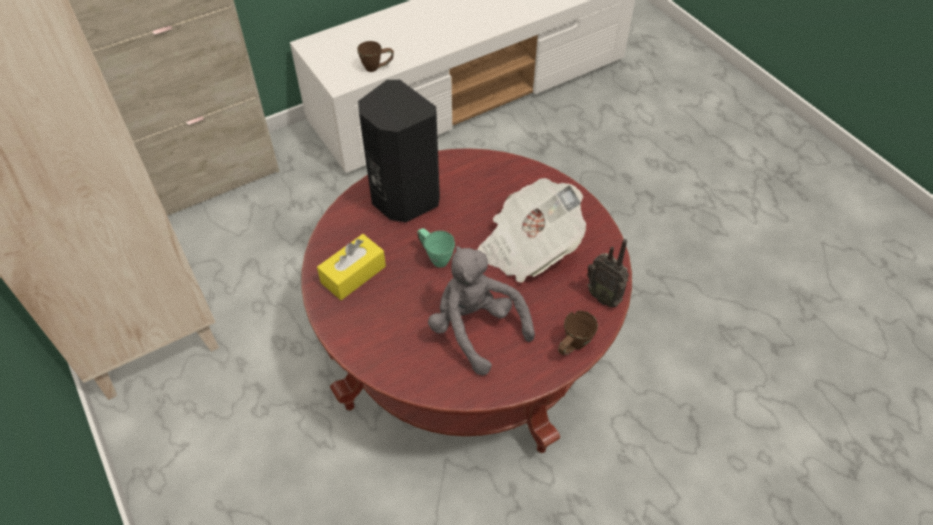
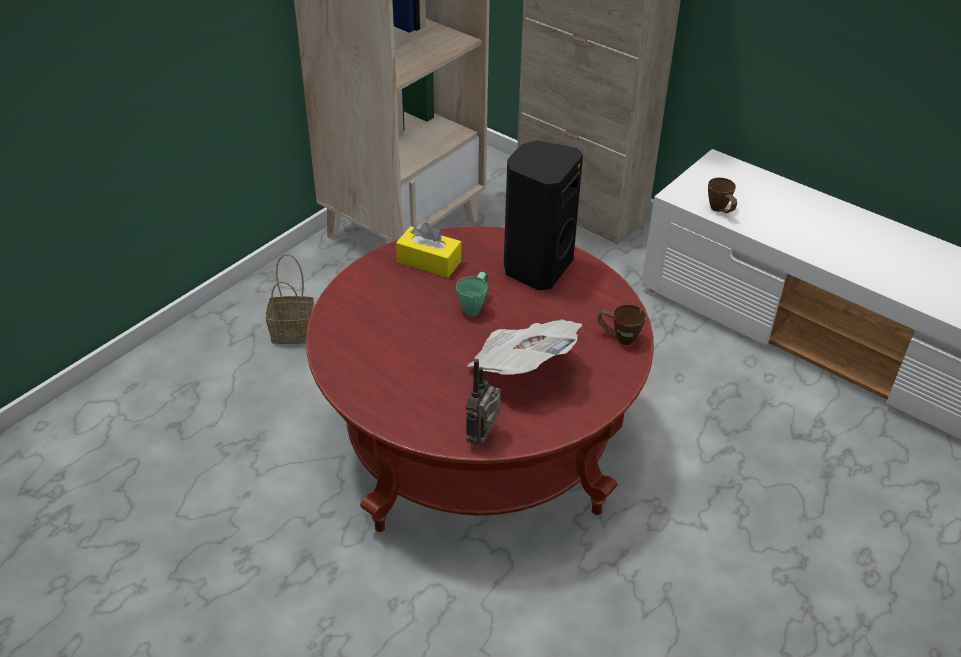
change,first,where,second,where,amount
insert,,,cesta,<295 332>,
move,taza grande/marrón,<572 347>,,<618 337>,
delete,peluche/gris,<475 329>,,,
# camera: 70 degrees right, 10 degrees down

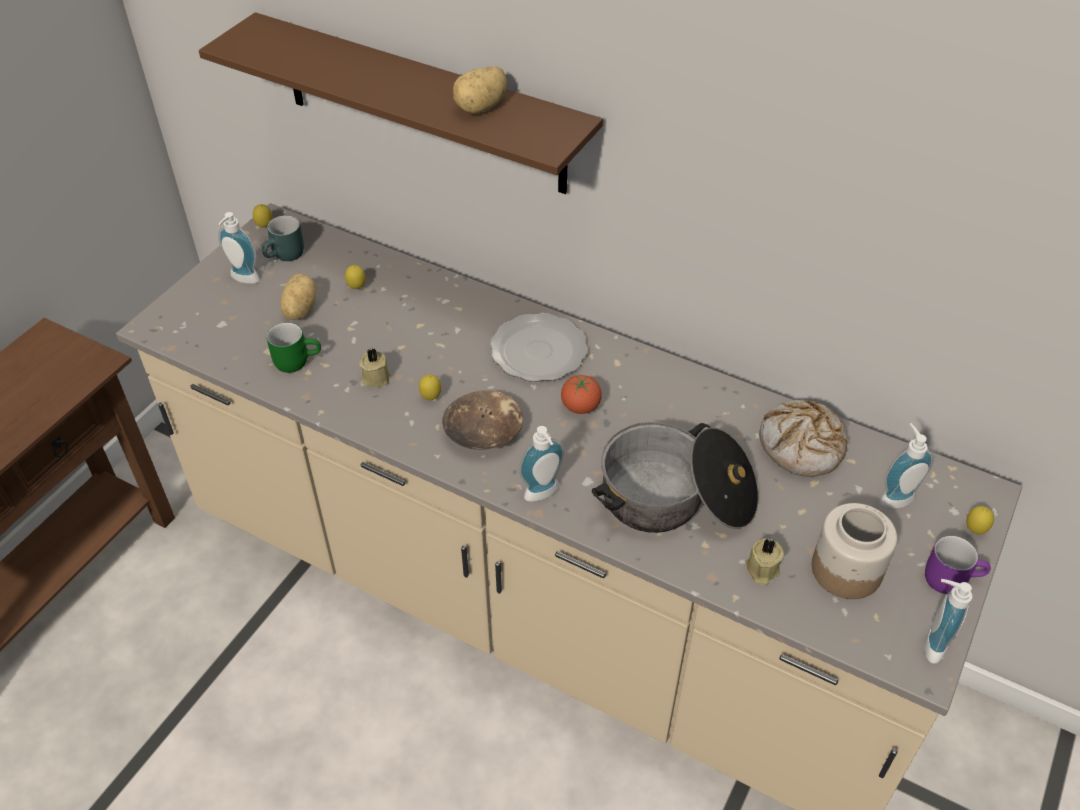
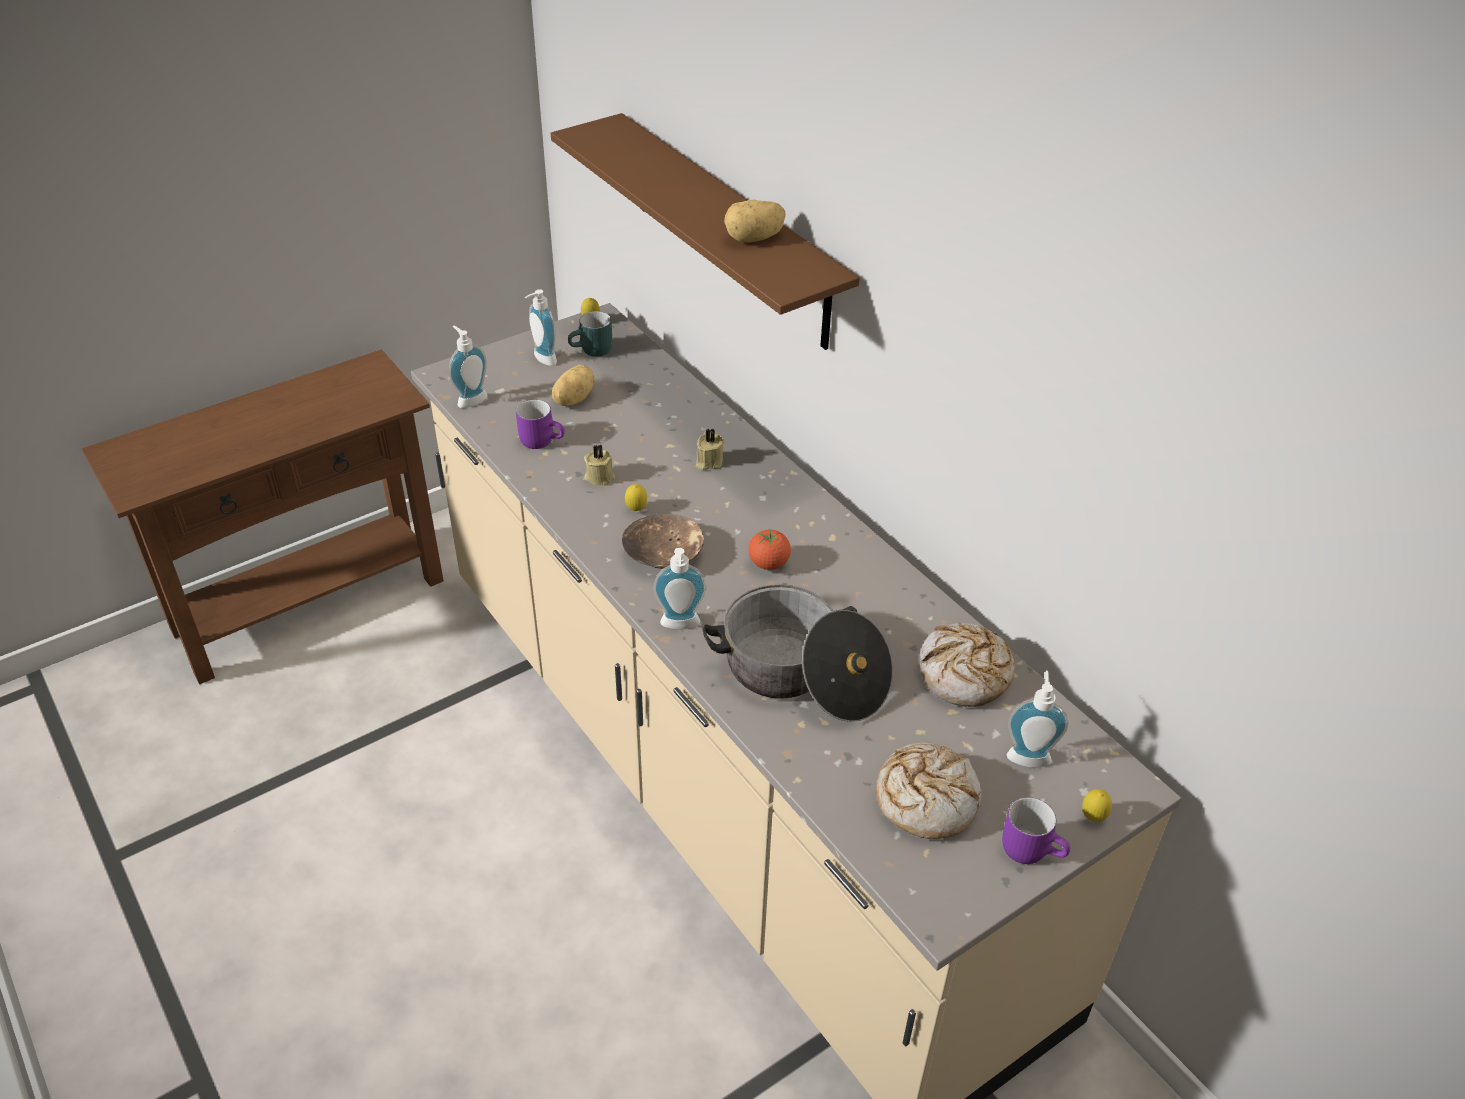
change,first,where,second,where,amount
move,dispensador de jabón,<930 643>,,<470 399>,
recolor,taza grande/verde,<297 360>,taza grande/morado,<542 440>,
move,vela/beis,<761 570>,,<708 461>,
replace,tarro,<845 569>,pan,<925 799>,
delete,limón,<357 288>,,,
delete,plato,<539 352>,,,
# camera: 25 degrees right, 5 degrees down

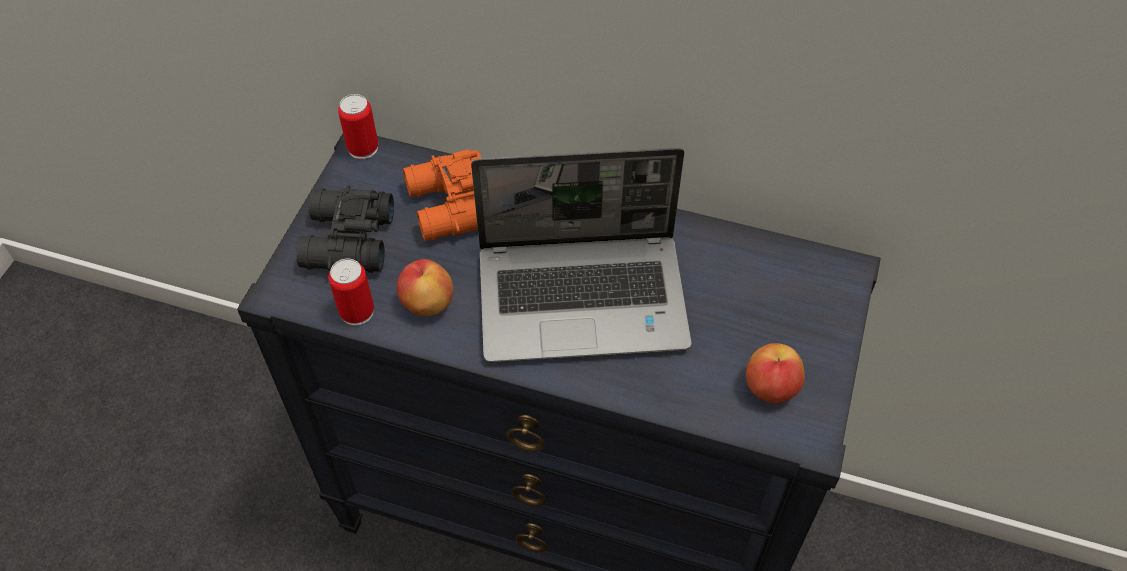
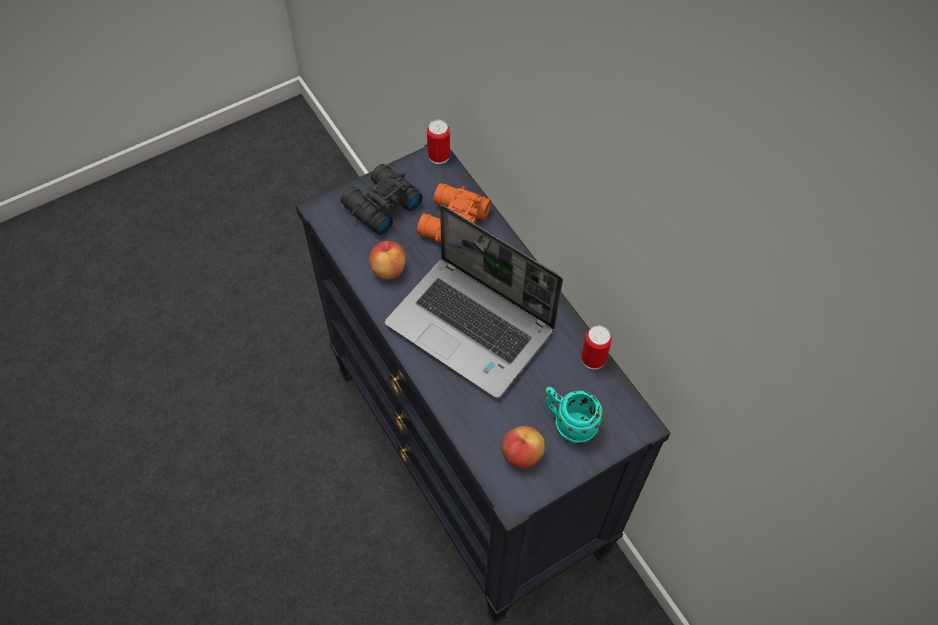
change,first,where,second,where,amount
insert,,,taza grande/turquesa,<568 424>,
move,lata,<357 311>,,<593 359>,
# camera: 40 degrees right, 5 degrees up

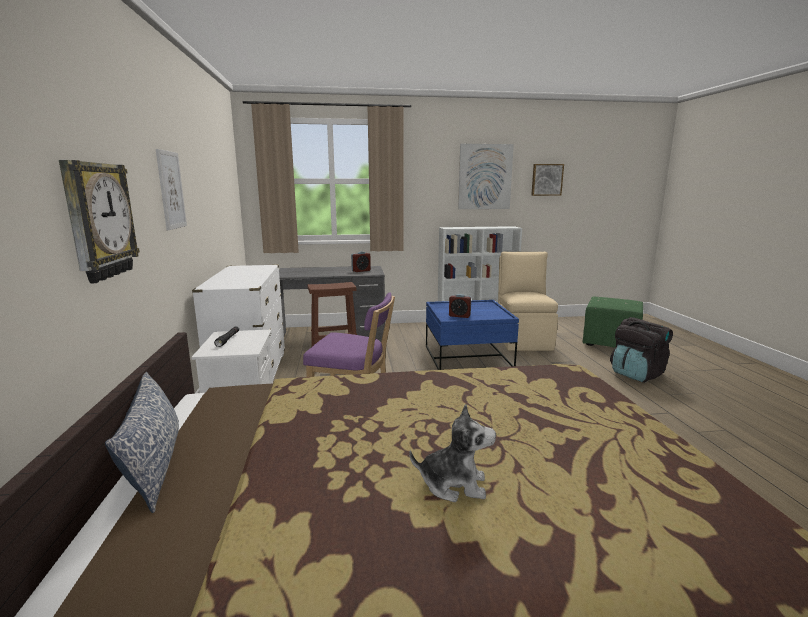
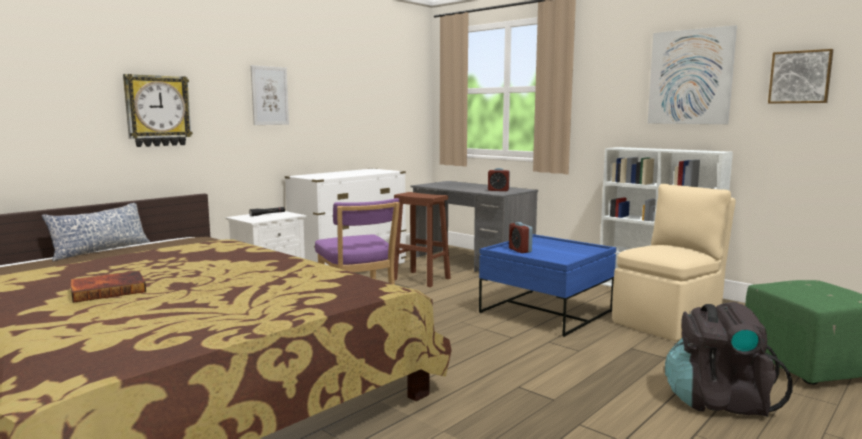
change,first,where,second,where,amount
replace,peluche,<454 484>,libro,<108 290>,
# camera: 50 degrees right, 5 degrees down

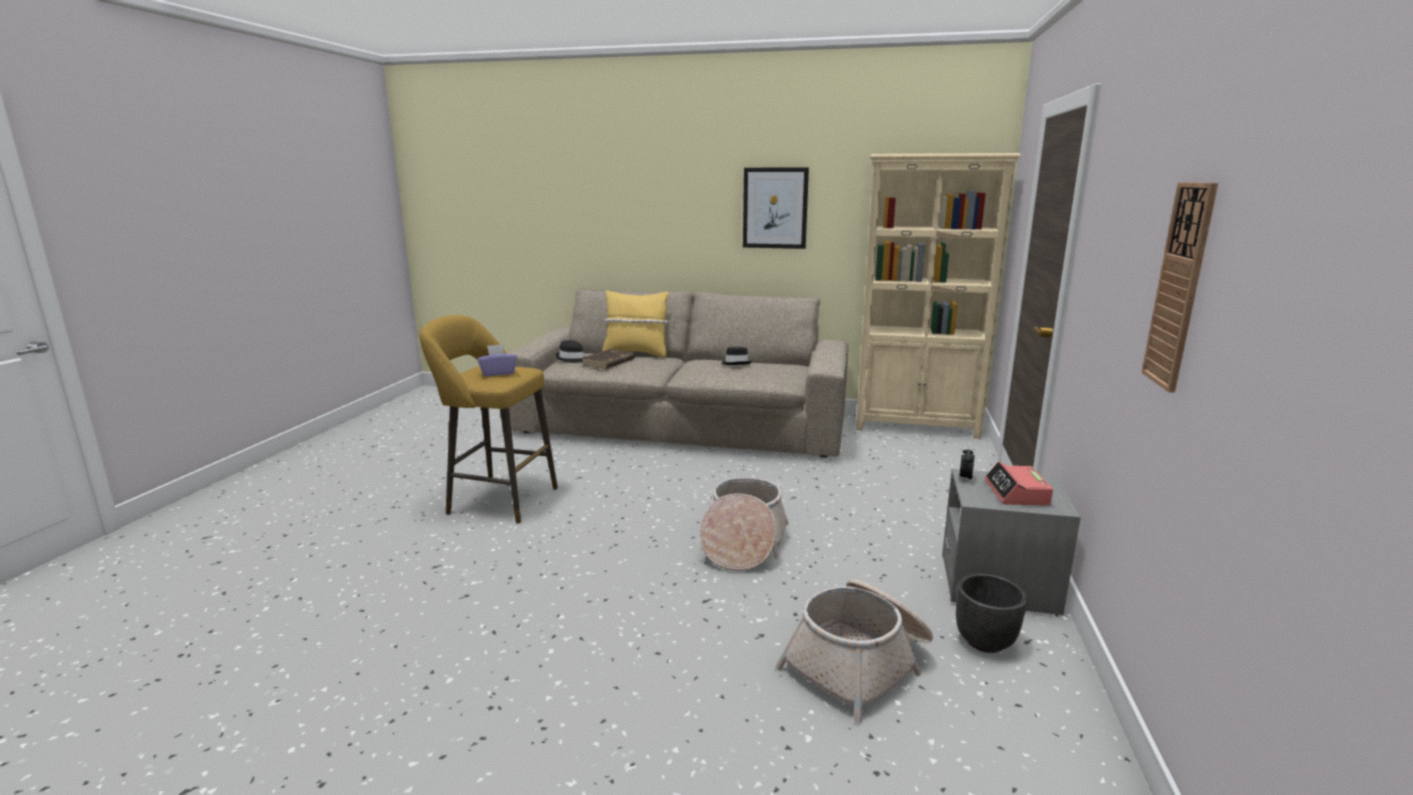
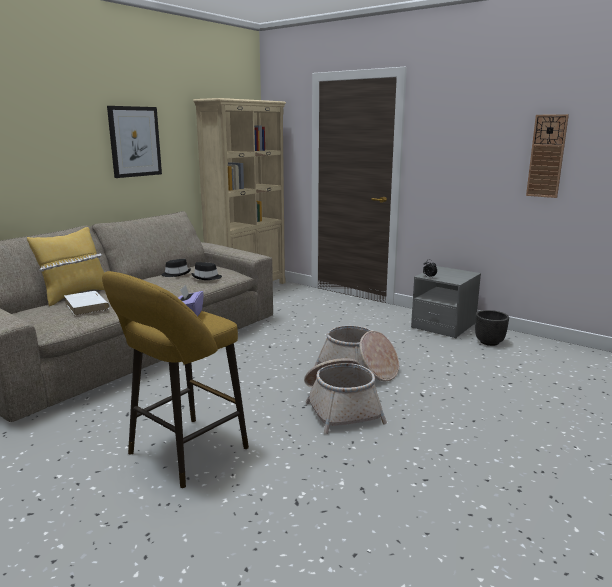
change,first,where,second,where,amount
recolor,libro/marrón,<608 362>,libro/blanco,<87 306>,
move,sombrero/negro,<572 359>,,<206 277>,
move,cesta,<860 663>,,<341 407>,
delete,despertador,<1016 493>,,,
# camera: 65 degrees left, 0 degrees up

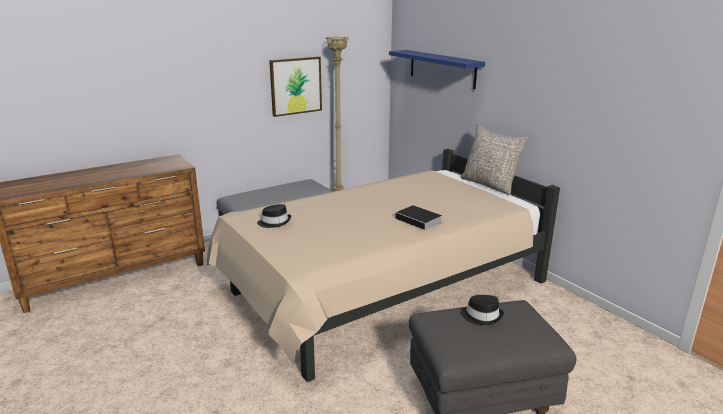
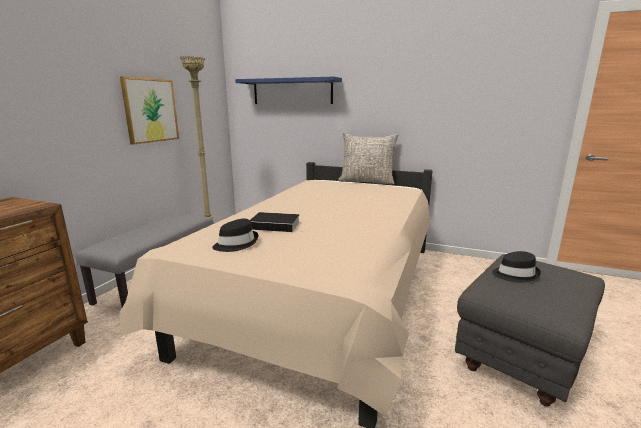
change,first,where,second,where,amount
move,libro,<419 220>,,<276 225>,
# camera: 35 degrees left, 5 degrees down

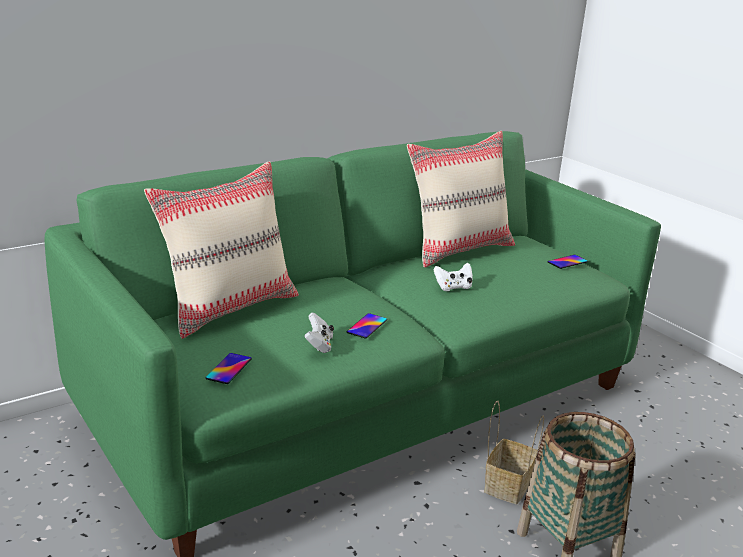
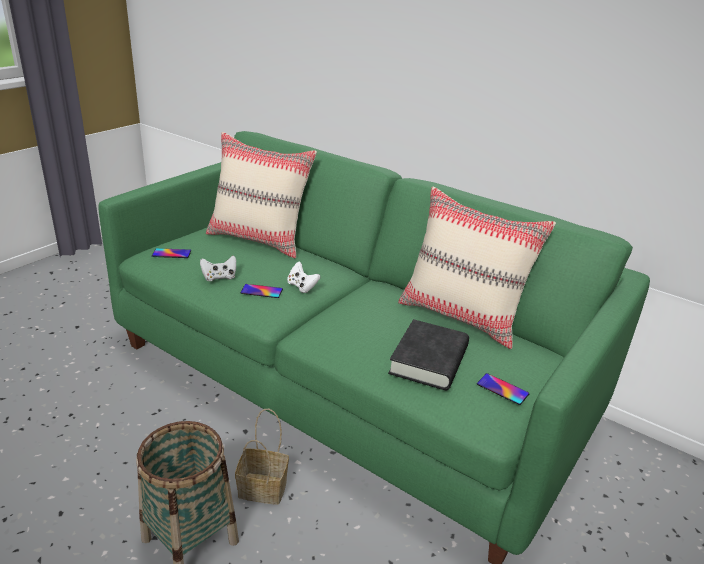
change,first,where,second,where,amount
move,mando de consola/blanco,<453 287>,,<302 287>,
insert,,,libro/negro,<429 360>,
# camera: 70 degrees right, 5 degrees up

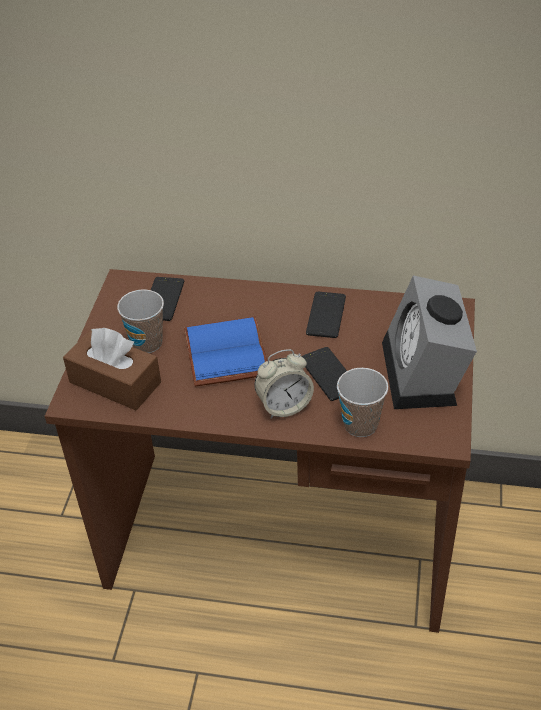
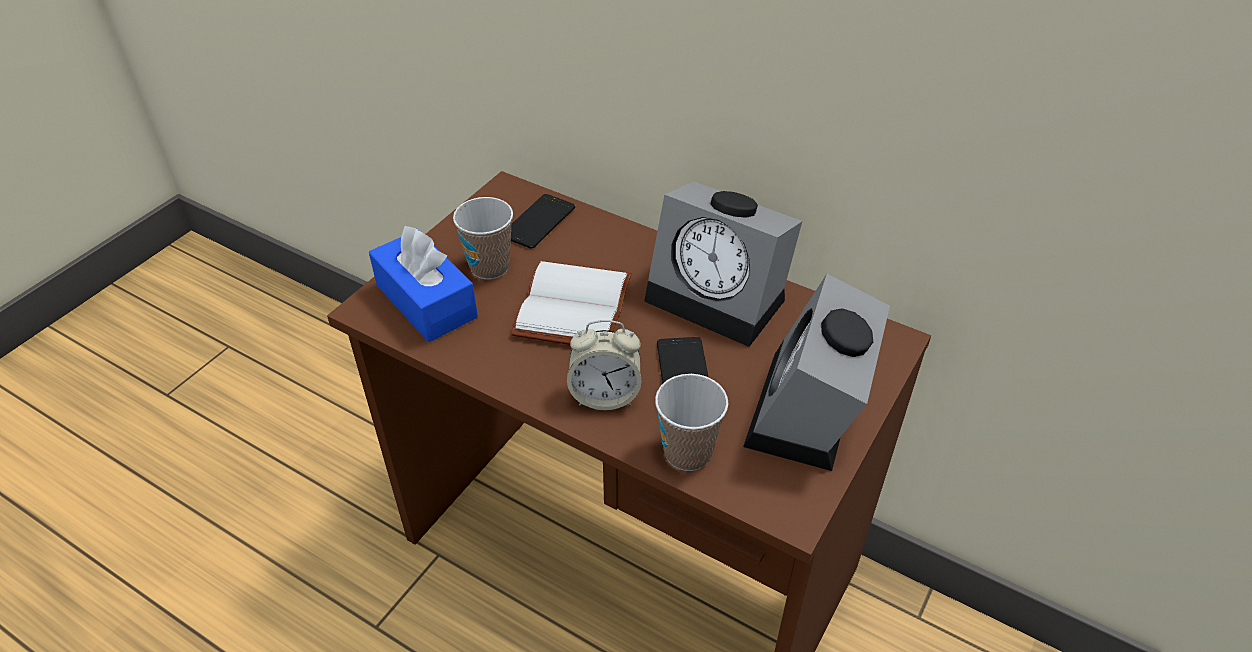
change,first,where,second,where,amount
recolor,caja de pañuelos/marrón,<115 382>,caja de pañuelos/azul,<426 301>,
recolor,libro/azul,<229 353>,libro/blanco,<576 309>,
replace,móvil,<326 315>,despertador,<721 298>,
# camera: 20 degrees right, 0 degrees up

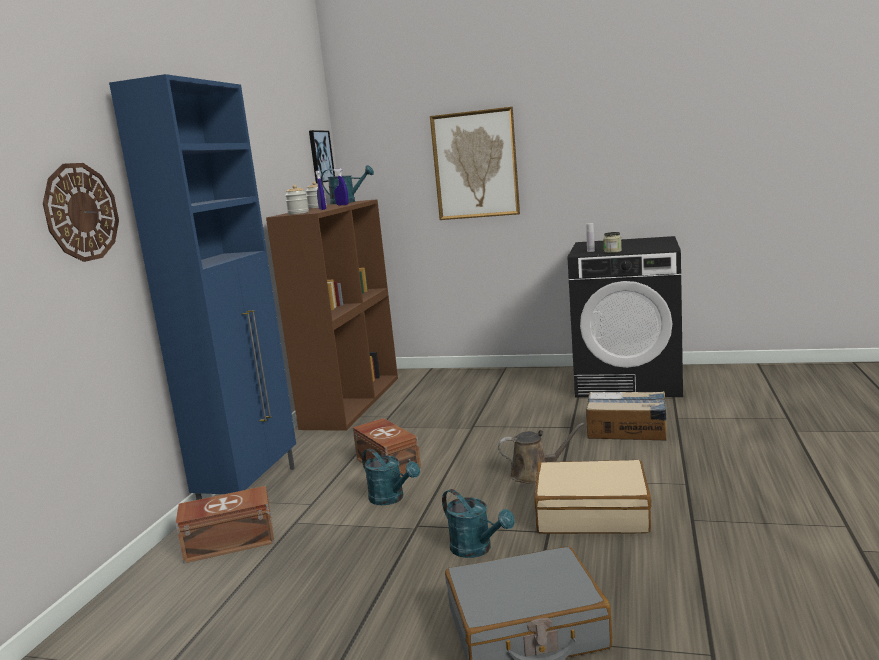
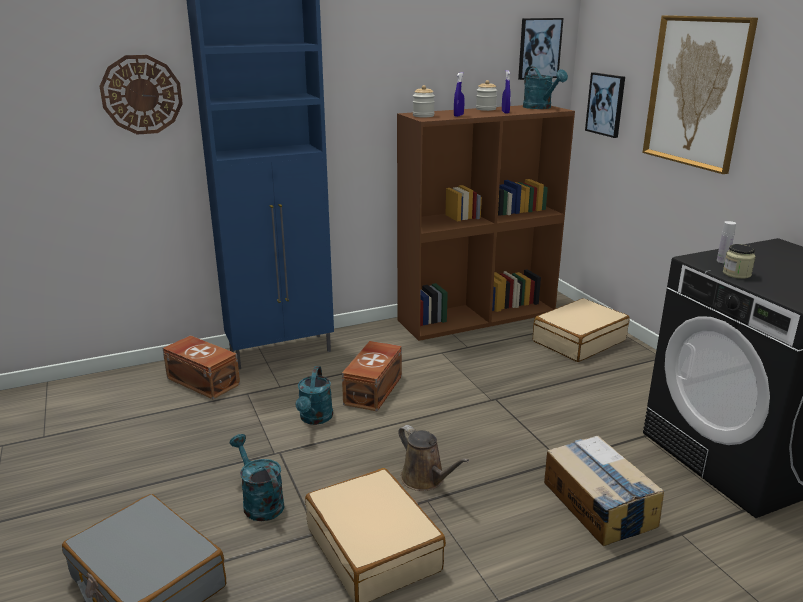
change,first,where,second,where,amount
rotate,regadera/turquesa,<477 549>,,<259 502>,135 degrees clockwise
insert,,,maleta/beis,<578 341>,
insert,,,cuadro,<606 104>,
# camera: 50 degrees right, 10 degrees up

